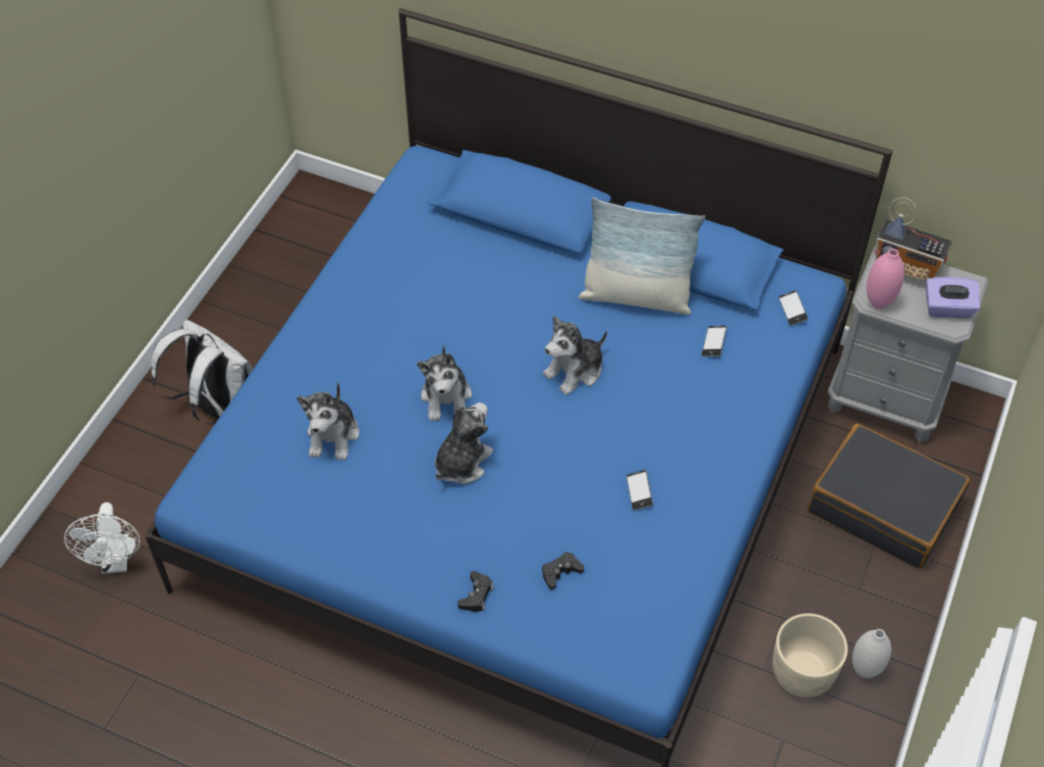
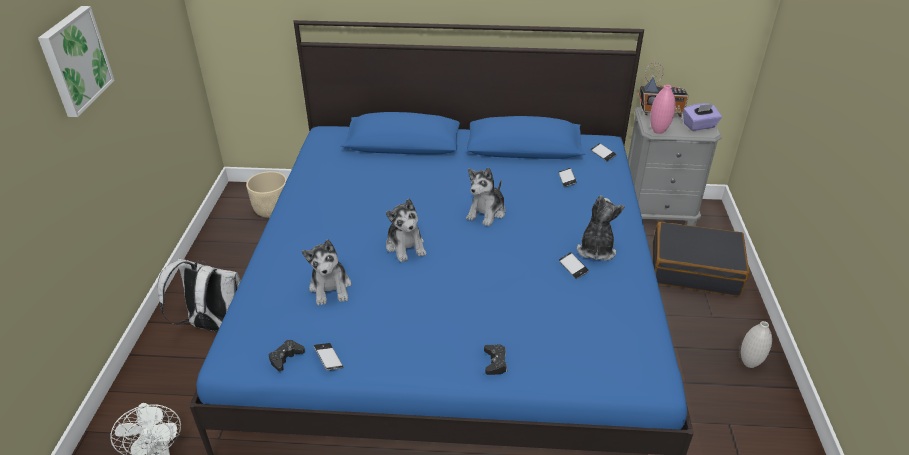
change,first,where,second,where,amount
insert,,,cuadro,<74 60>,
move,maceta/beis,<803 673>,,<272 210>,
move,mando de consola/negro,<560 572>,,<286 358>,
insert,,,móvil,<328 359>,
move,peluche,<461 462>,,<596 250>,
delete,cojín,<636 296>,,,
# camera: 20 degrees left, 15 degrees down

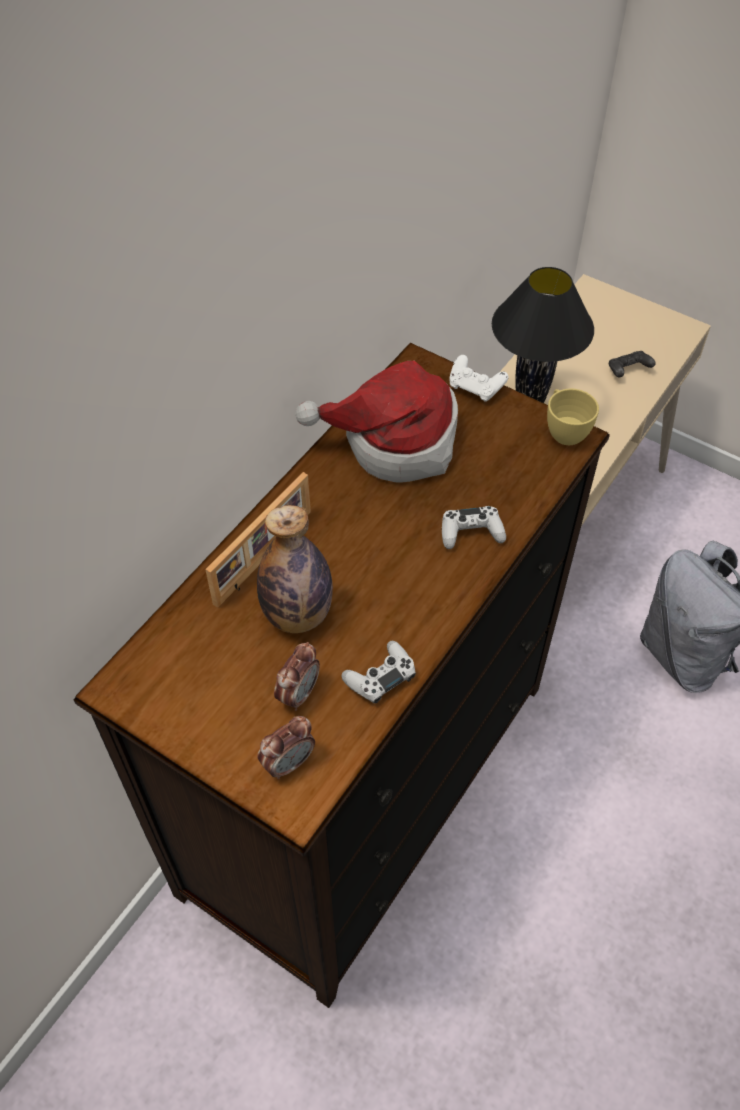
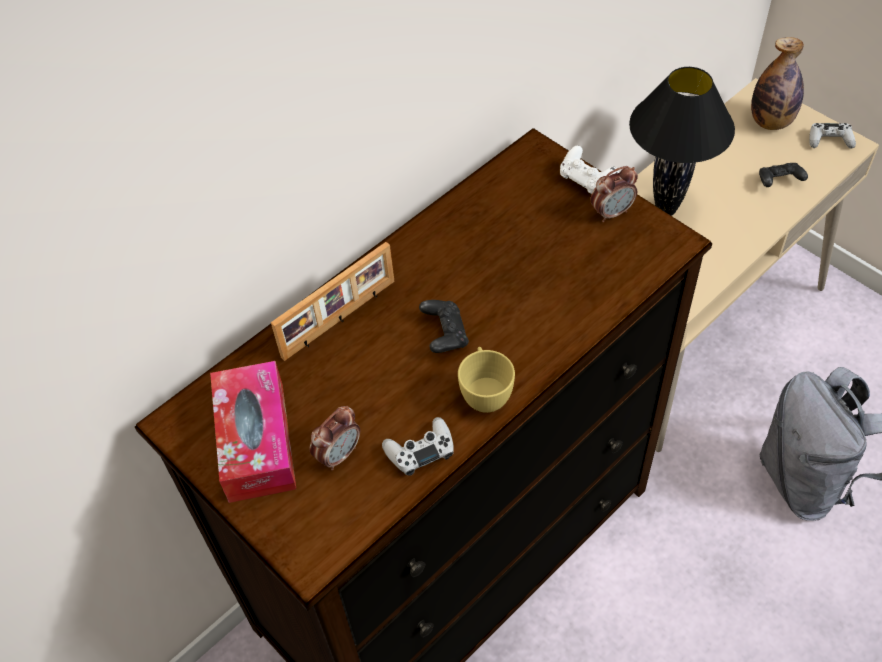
change,first,where,second,where,amount
insert,,,caja de pañuelos,<256 441>,
insert,,,mando de consola/negro,<444 334>,
move,taza/amarillo,<564 431>,,<485 393>,
move,despertador,<288 763>,,<612 213>,
move,botella,<297 615>,,<771 122>,
move,mando de consola/blanco,<471 532>,,<829 140>,
delete,sombrero,<394 442>,,,
# camera: 15 degrees right, 0 degrees up

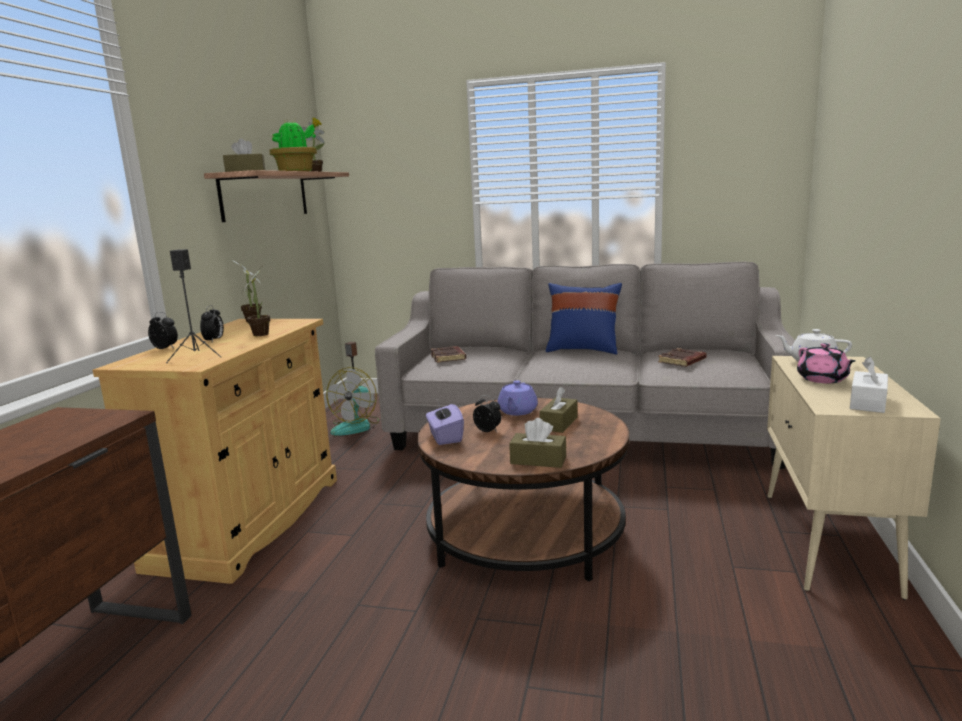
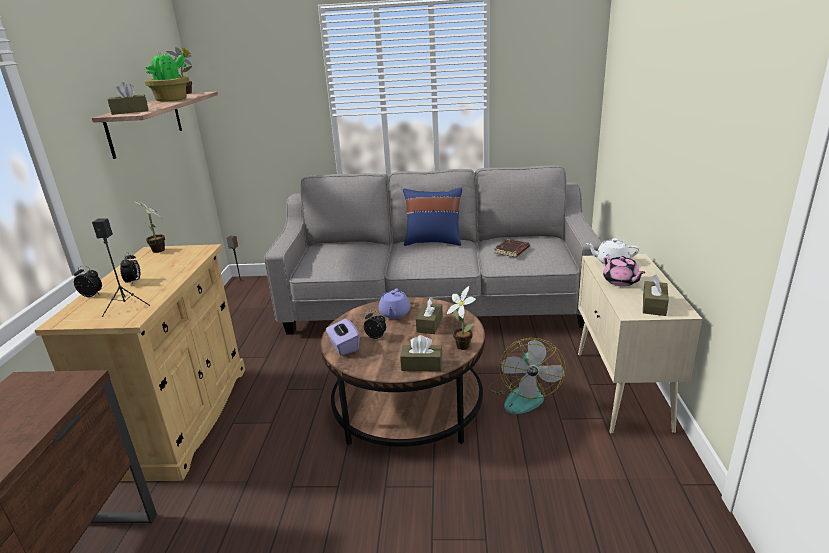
change,first,where,second,where,amount
move,planta en maceta,<261 334>,,<462 345>,
move,ventilador,<356 426>,,<523 395>,
recolor,caja de pañuelos/blanco,<867 402>,caja de pañuelos/marrón,<654 305>,
delete,libro/marrón,<449 358>,,,
# camera: 10 degrees left, 10 degrees up

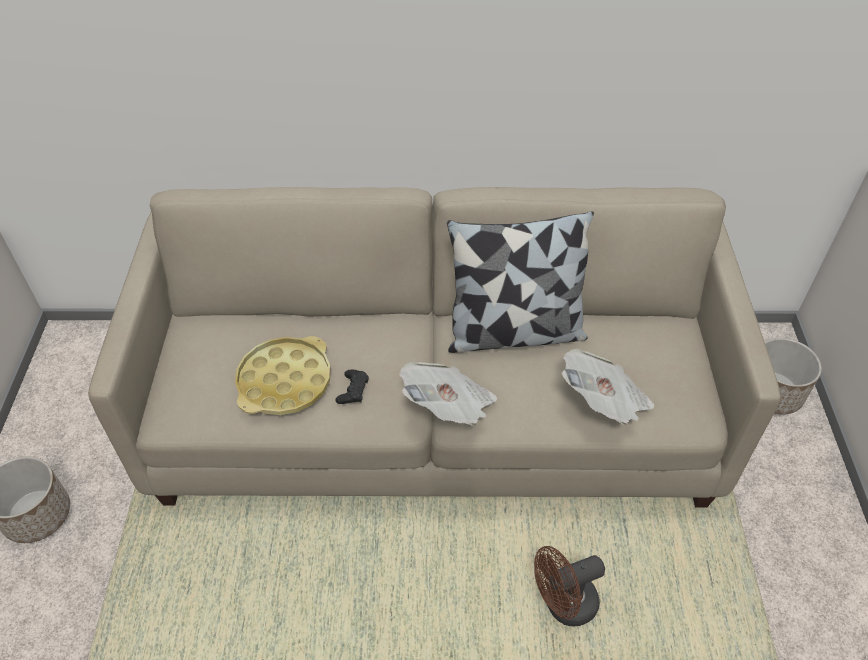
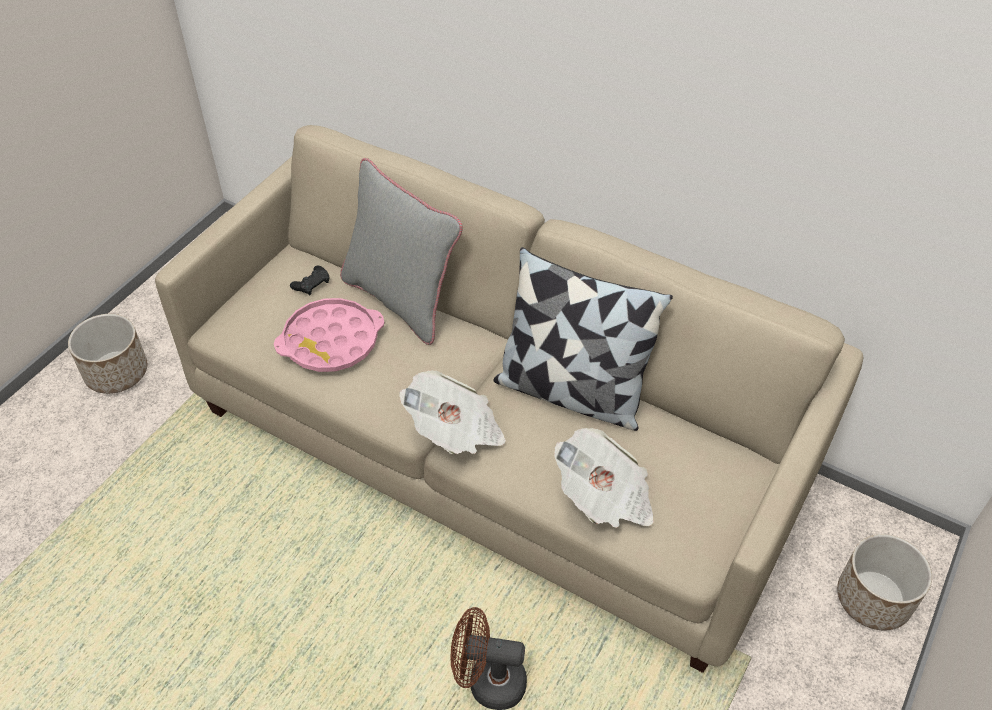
change,first,where,second,where,amount
recolor,bandeja/amarillo,<285 381>,bandeja/rosa,<331 341>,
move,mando de consola/negro,<353 390>,,<311 284>,
insert,,,cojín/gris,<401 300>,
# camera: 30 degrees right, 0 degrees up

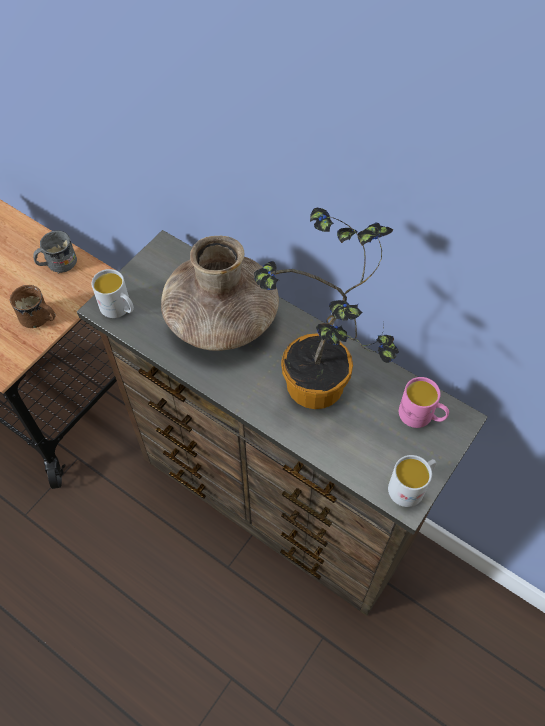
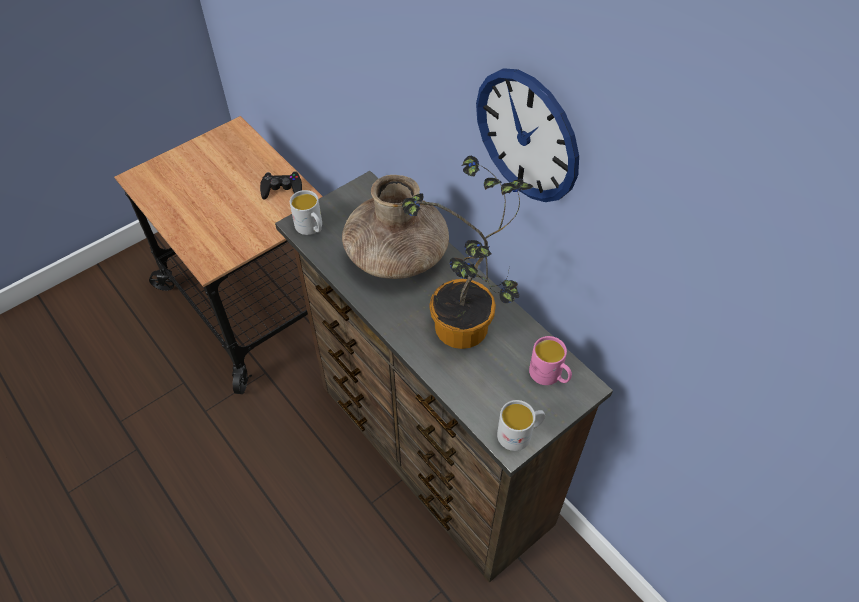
change,first,where,second,where,amount
replace,taza grande/gris,<57 264>,mando de consola/negro,<282 189>,
insert,,,reloj de pared,<527 136>,
delete,taza grande/marrón,<39 319>,,,
# camera: 15 degrees right, 5 degrees down

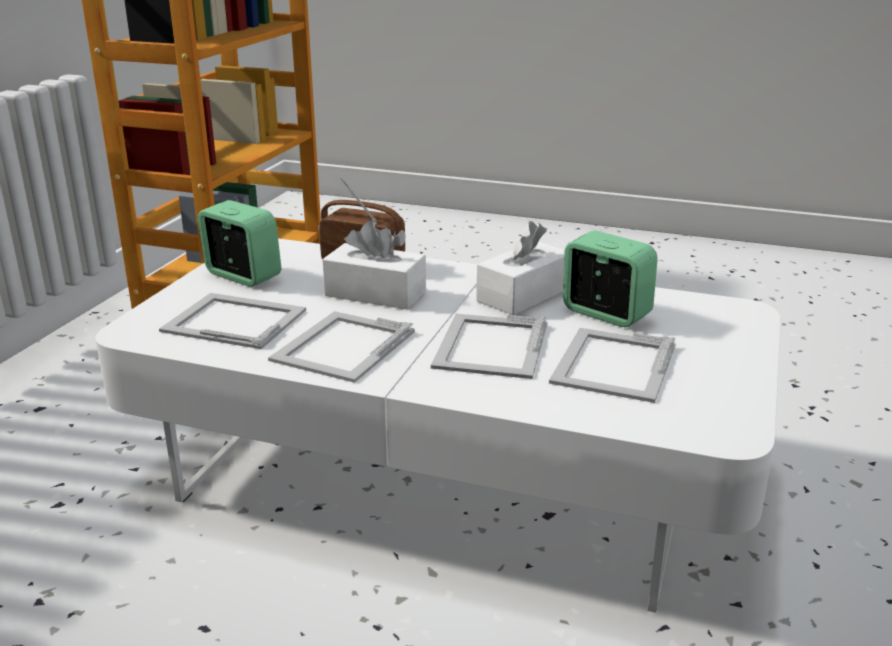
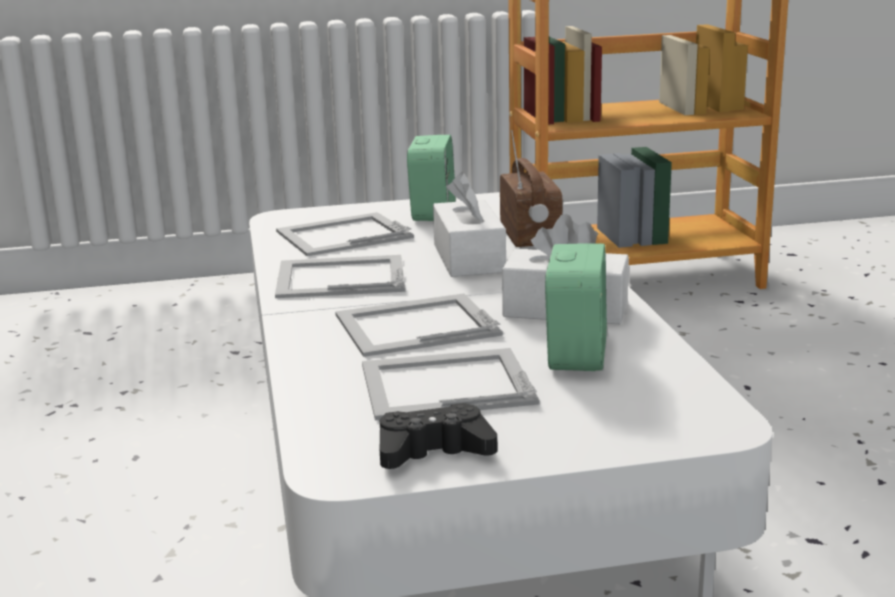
change,first,where,second,where,amount
rotate,portarretratos,<233 320>,,<342 234>,105 degrees counterclockwise
insert,,,mando de consola/negro,<433 451>,
# camera: 60 degrees right, 5 degrees down

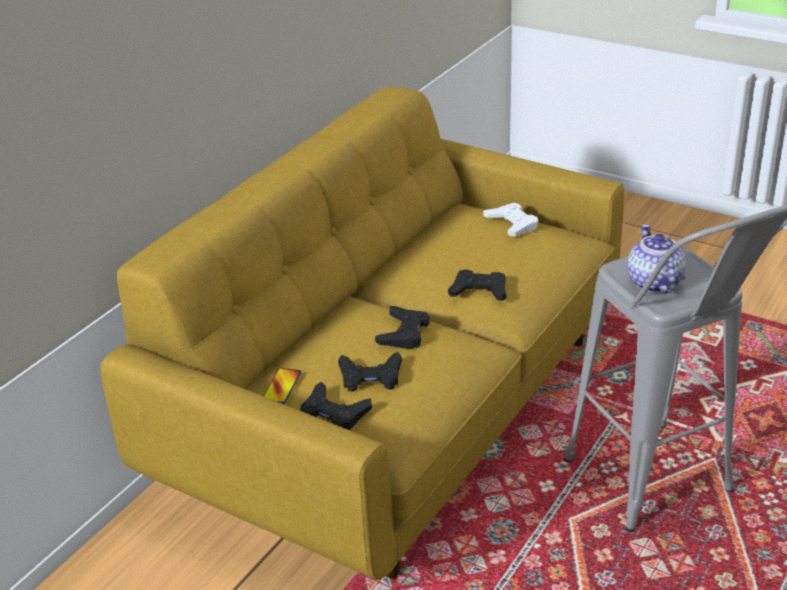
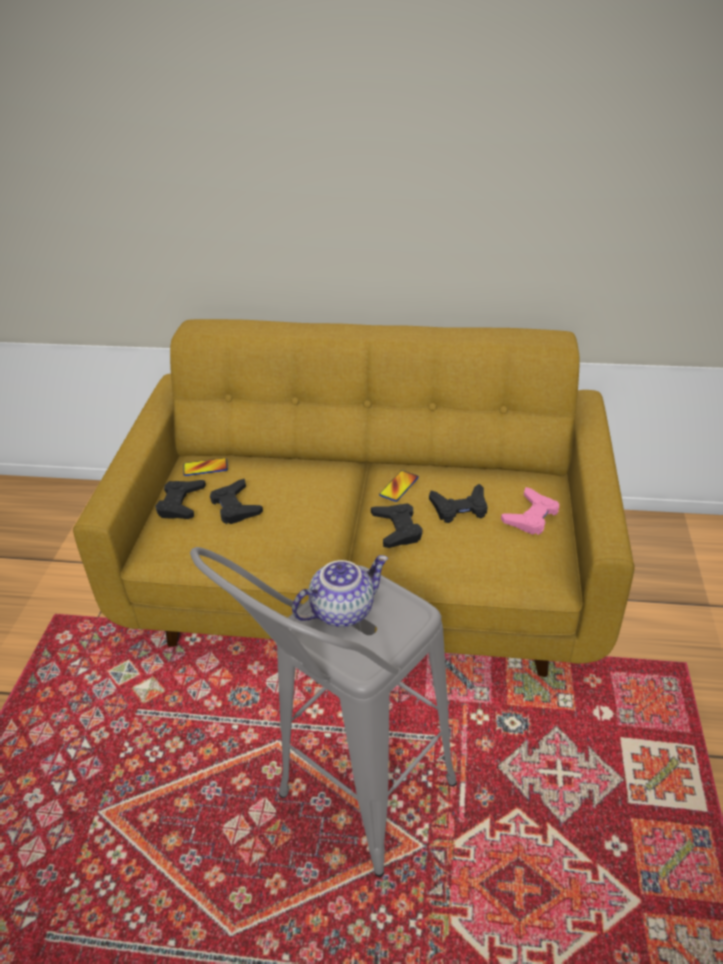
change,first,where,second,where,amount
insert,,,móvil,<399 486>,
move,mando de consola/negro,<404 333>,,<460 508>,
recolor,mando de consola/blanco,<512 224>,mando de consola/rosa,<531 516>,
# camera: 65 degrees right, 5 degrees up

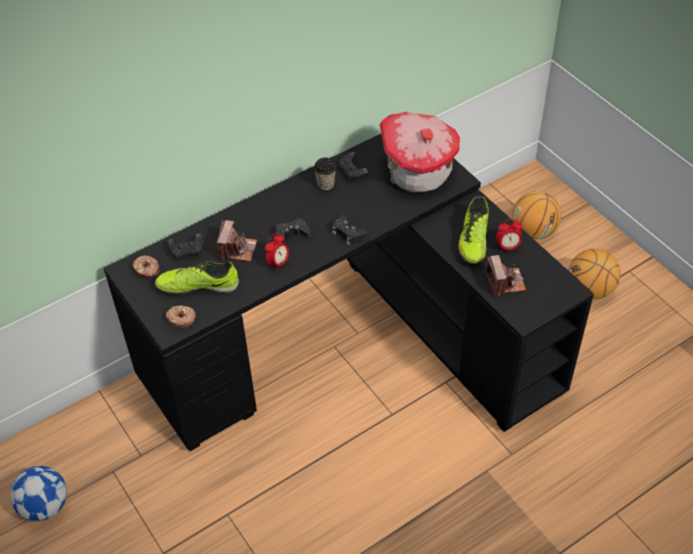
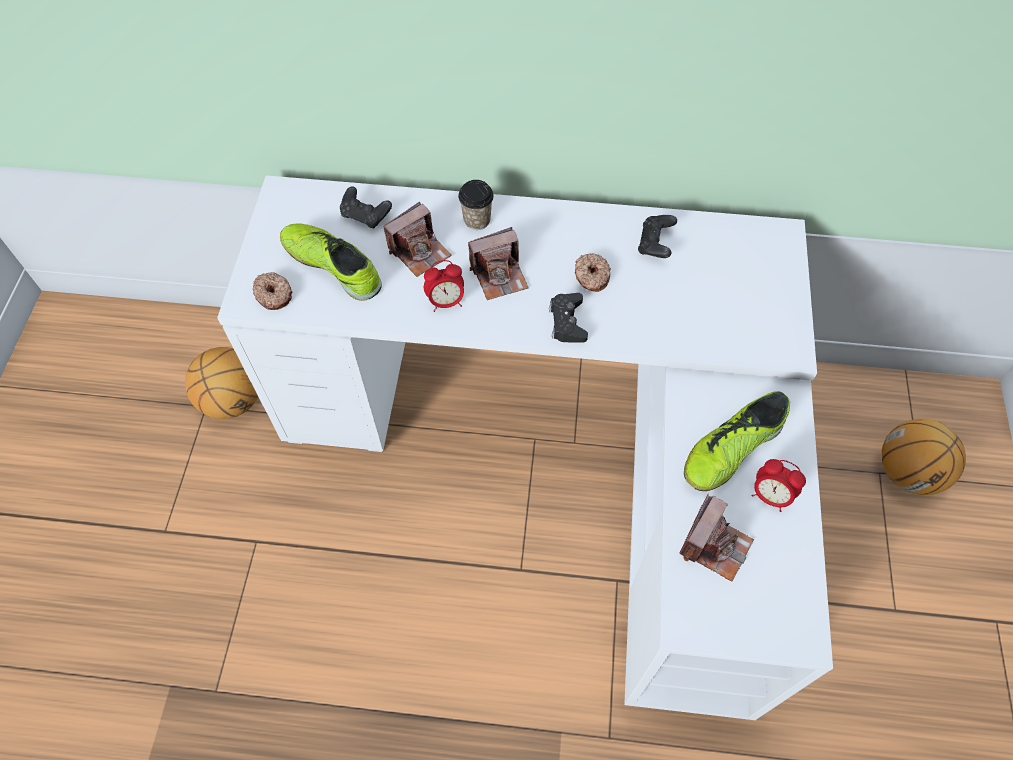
change,first,where,second,where,amount
move,balón de baloncesto,<590 290>,,<233 400>,
recolor,escritorio/negro,<354 342>,escritorio/blanco,<560 450>,
move,taza,<325 184>,,<477 220>,
replace,mando de consola/negro,<291 234>,cámara,<499 275>,
move,rosquilla,<146 270>,,<591 276>,
delete,balón de fútbol,<45 506>,,,
delete,casita,<417 172>,,,
# camera: 40 degrees right, 10 degrees up

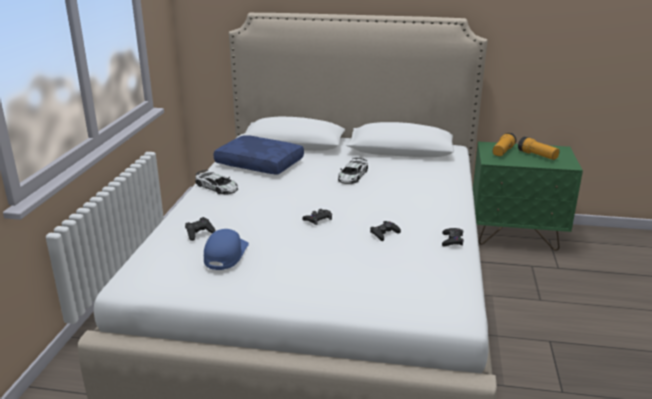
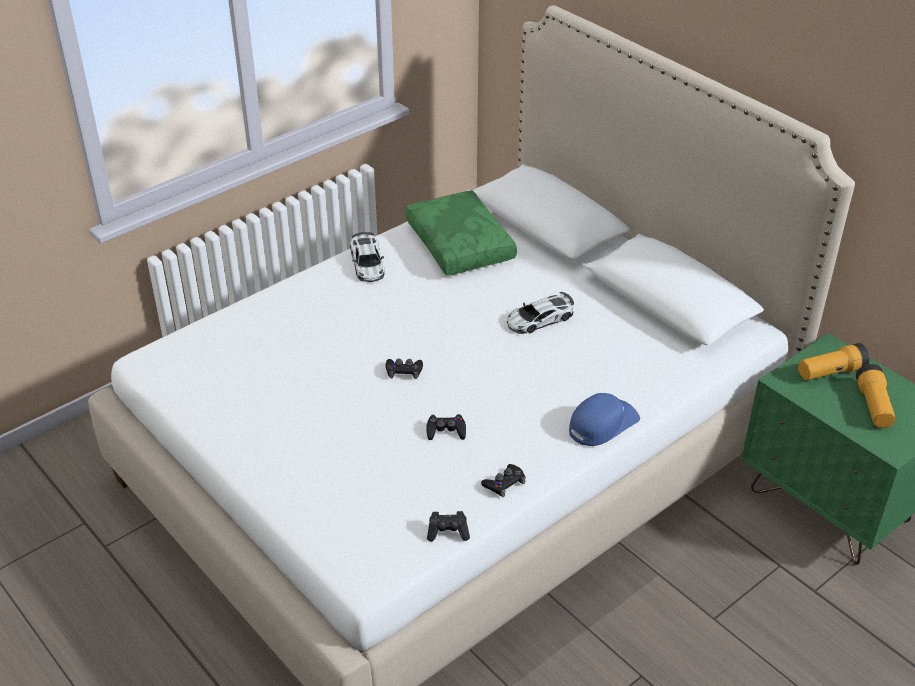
change,first,where,second,where,amount
recolor,cojín/azul,<261 163>,cojín/verde,<462 244>,
move,mando de consola/negro,<199 234>,,<448 532>,
move,gorra/azul,<225 254>,,<602 423>,
# camera: 40 degrees right, 15 degrees up

